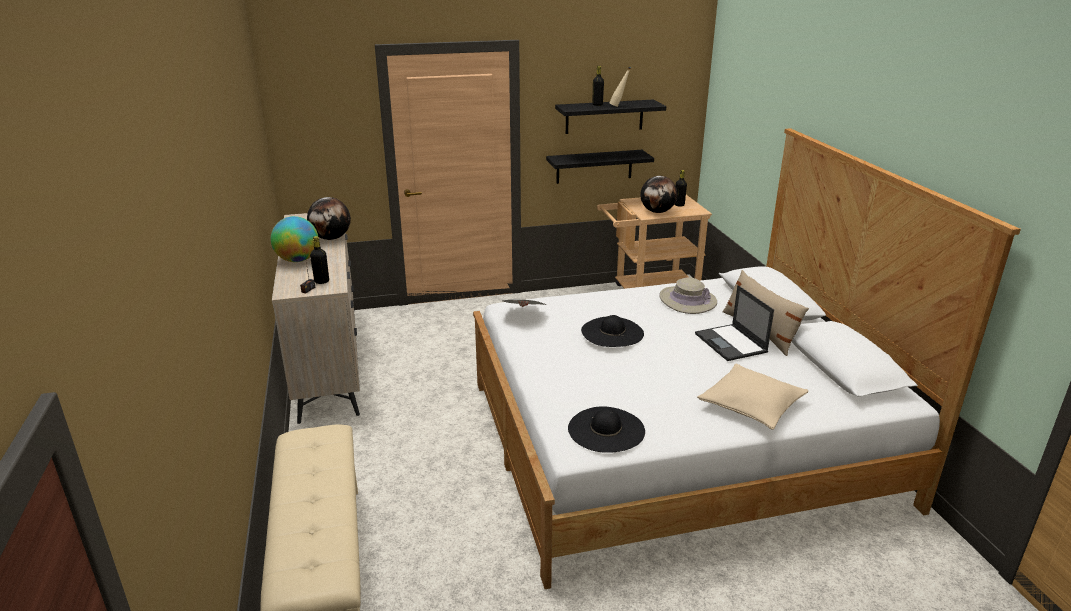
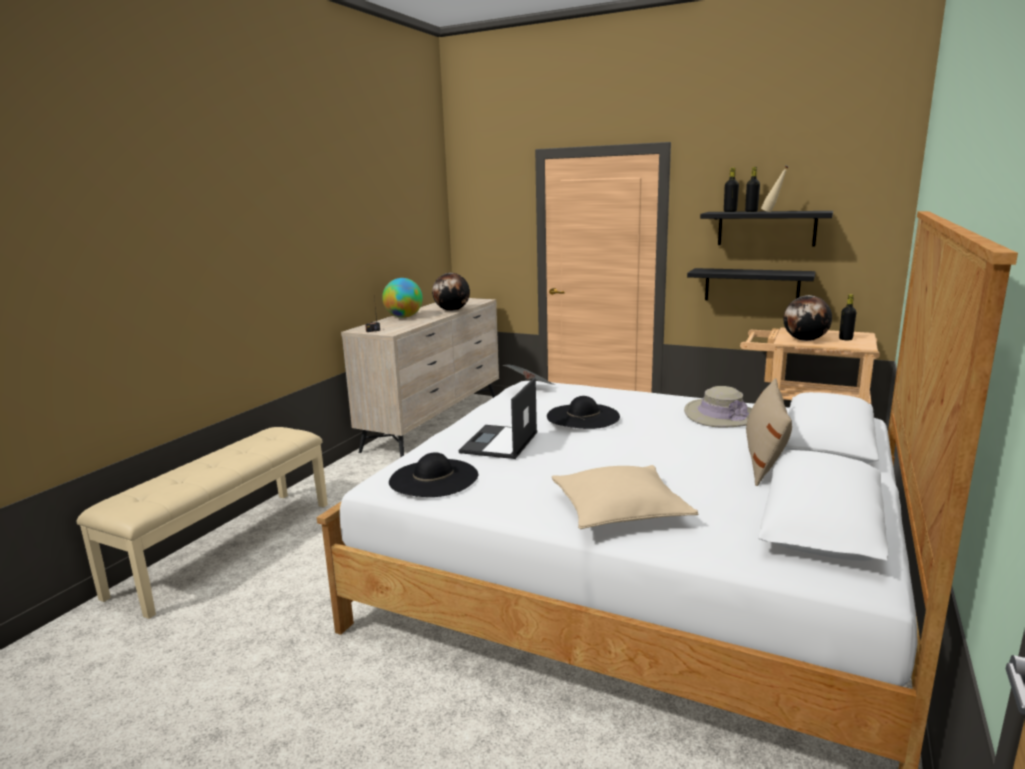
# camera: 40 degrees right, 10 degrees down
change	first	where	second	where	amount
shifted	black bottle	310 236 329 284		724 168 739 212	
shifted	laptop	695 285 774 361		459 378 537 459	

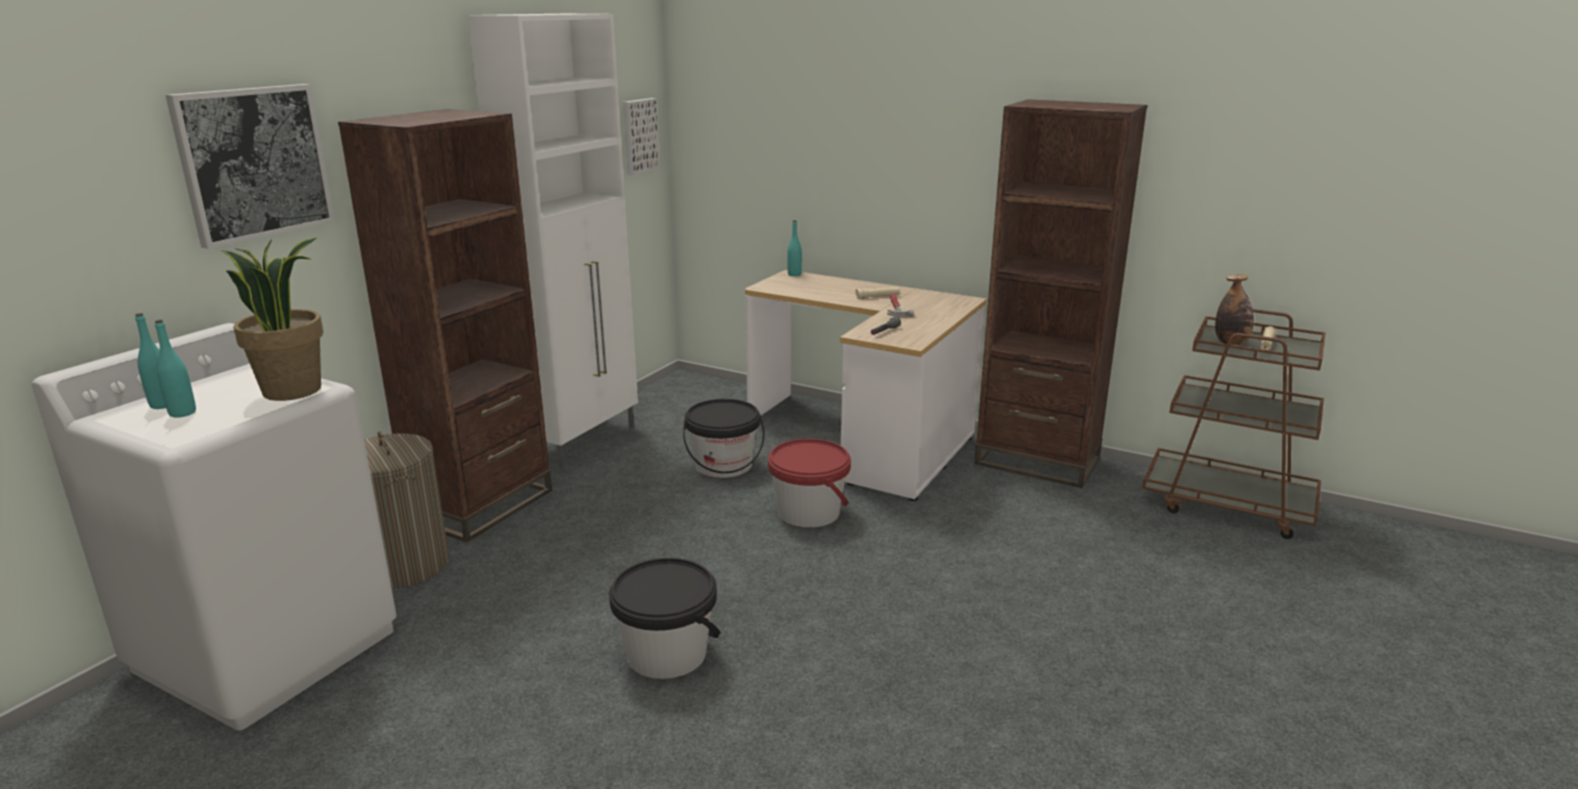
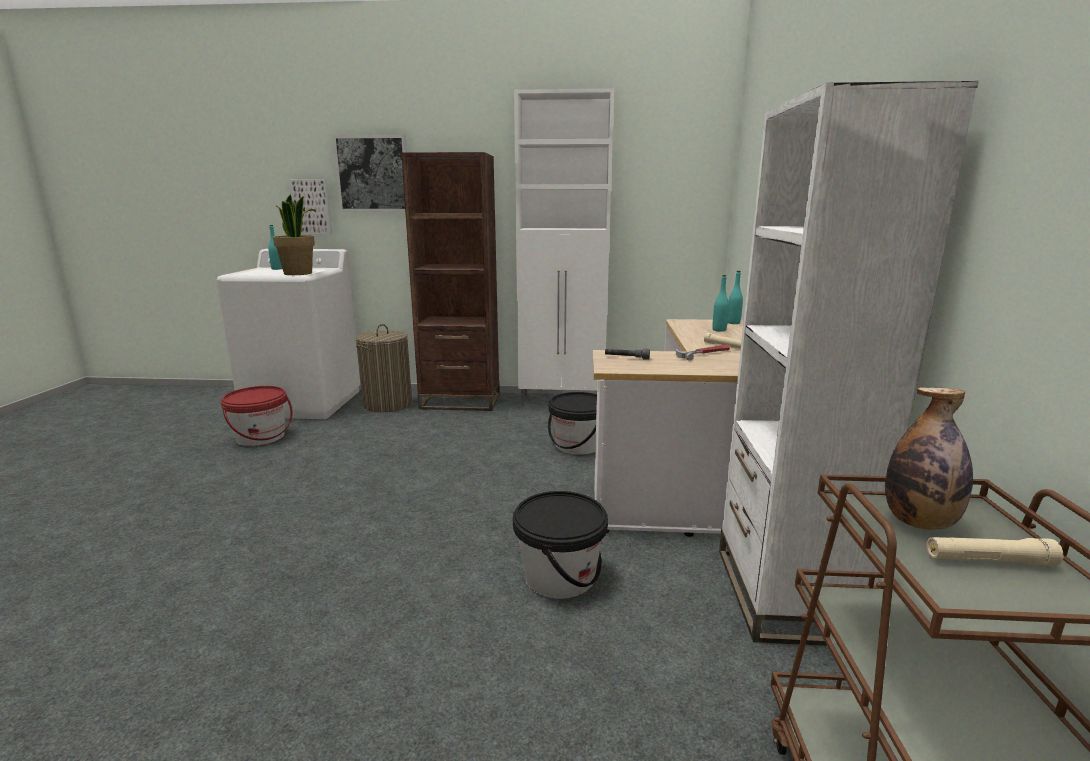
# camera: 65 degrees right, 5 degrees down
change	first	where	second	where	amount
shifted	turquoise bottle	155 320 196 418		712 275 729 332	
shifted	black bucket	609 558 721 679		513 491 608 599	
shifted	picture	623 98 660 175		290 179 332 234	
shifted	red bucket	768 439 851 528		221 386 293 446	
repainted	brown bookcase	974 99 1147 488	white bookcase	719 81 979 646	

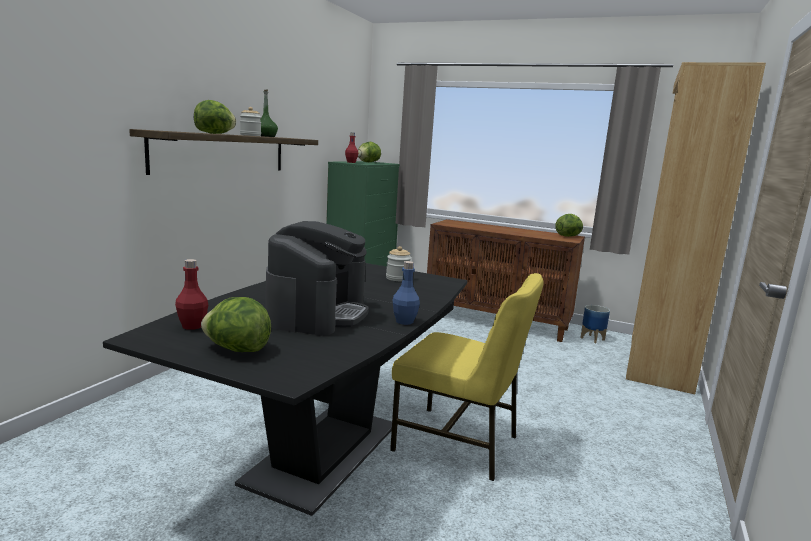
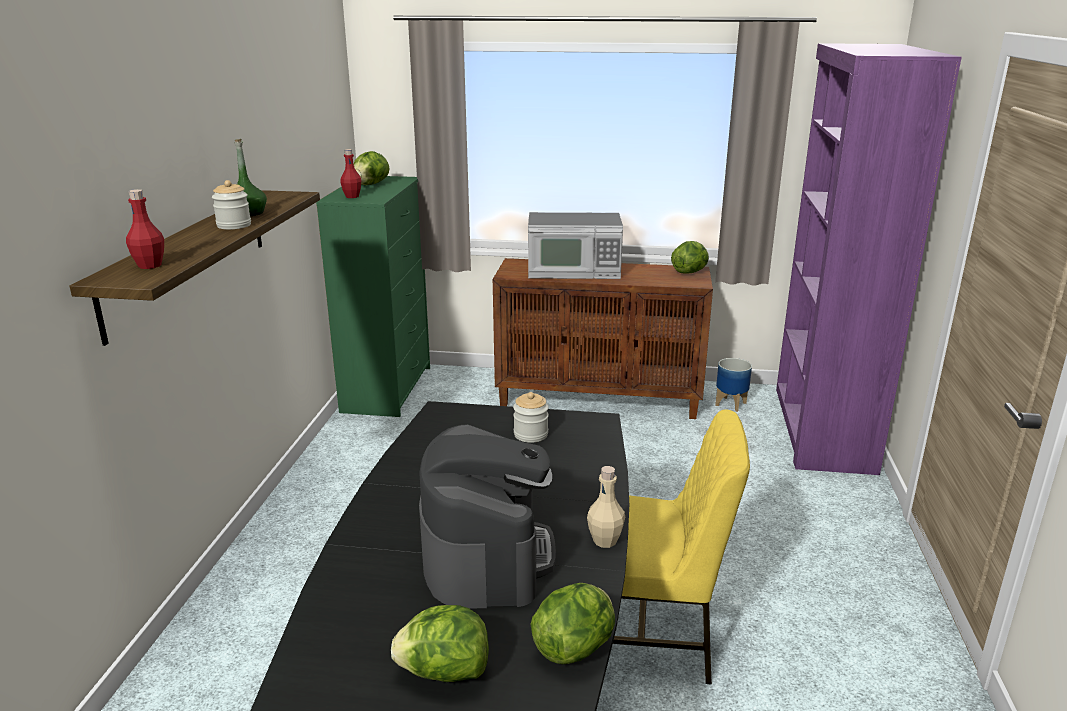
# camera: 15 degrees left, 10 degrees up
change	first	where	second	where	amount
shifted	red bottle	175 259 208 330		126 189 164 269	
shifted	lettuce	194 100 236 134		530 583 615 664	
repainted	blue bottle	393 261 420 325	beige bottle	587 466 625 548	
repainted	brown bookcase	626 62 766 394	purple bookcase	776 43 962 475	
new			microwave	528 212 623 279	

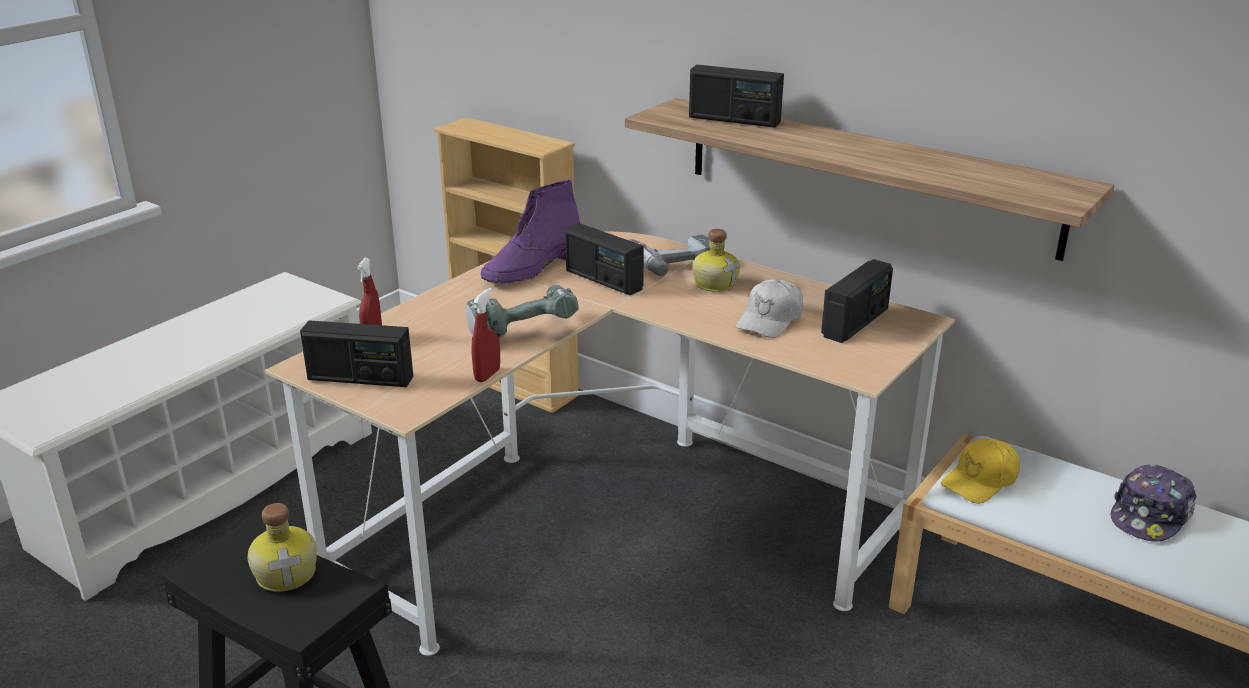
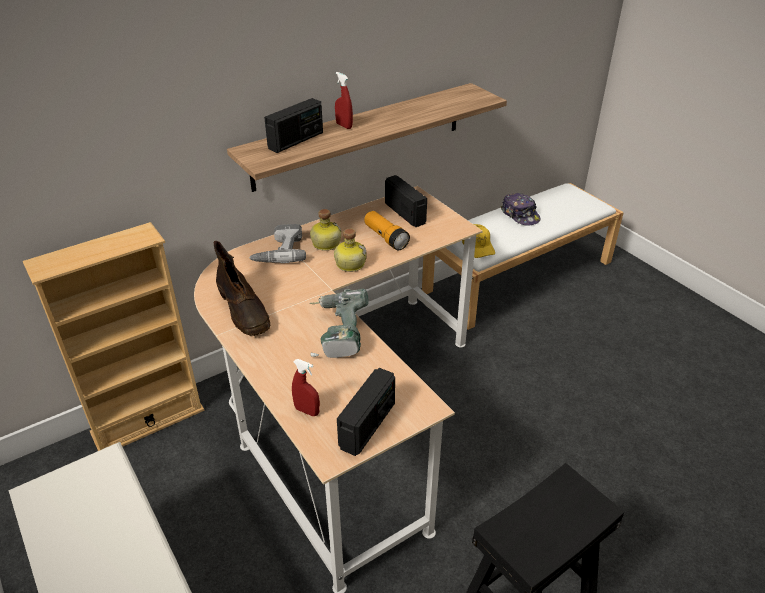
# camera: 70 degrees left, 10 degrees up
change	first	where	second	where	amount
shifted	bottle	247 503 317 592		334 229 367 272	
shifted	red spray bottle	471 288 500 382		335 72 353 129	
repainted	purple boot	480 180 580 284	brown boot	214 241 270 336	
gone	radio	565 223 644 295			
swapped	white cap	736 279 803 338	flashlight	364 211 410 250	

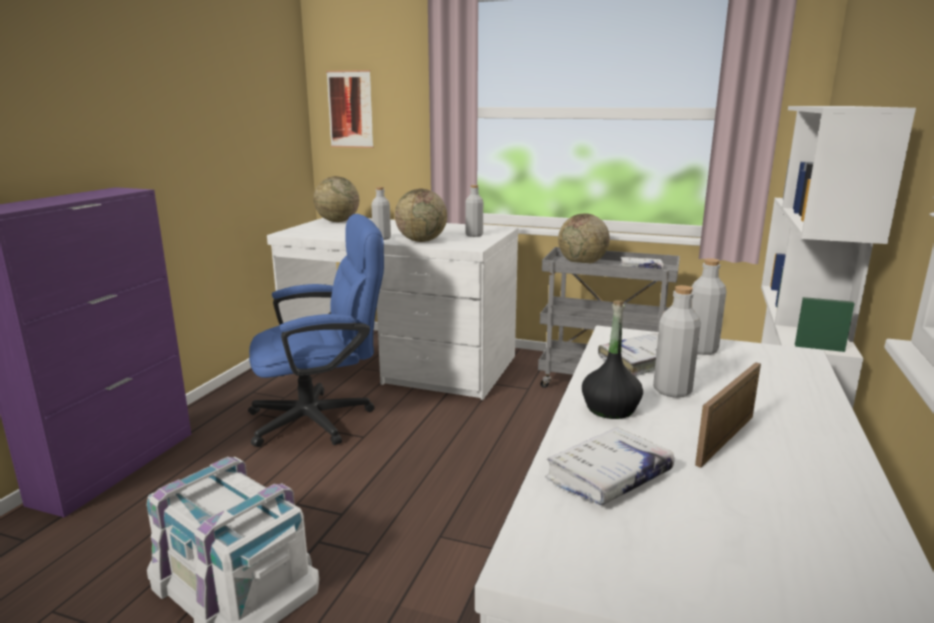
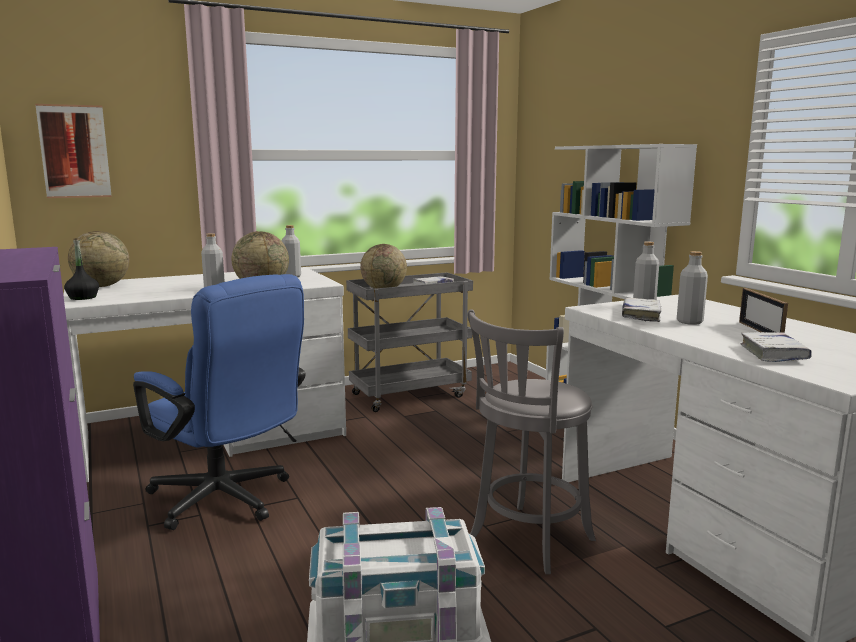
# camera: 45 degrees left, 5 degrees down
change	first	where	second	where	amount
rotated	blue office chair	248 214 384 447		133 274 306 530	105 degrees clockwise
shifted	black bottle	582 300 643 419		64 238 99 300	
new			grey stool	468 309 596 575	

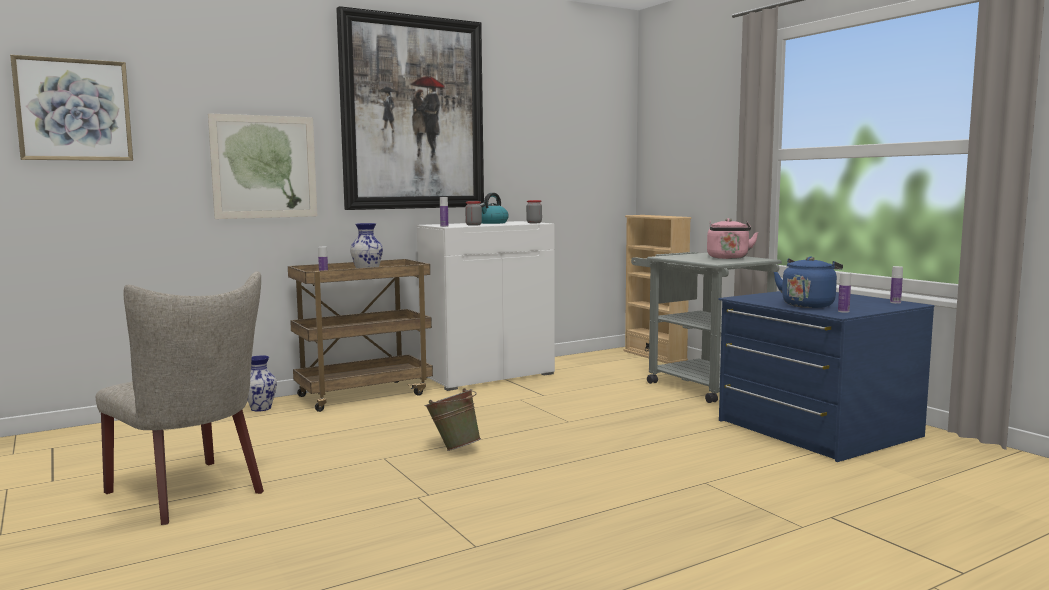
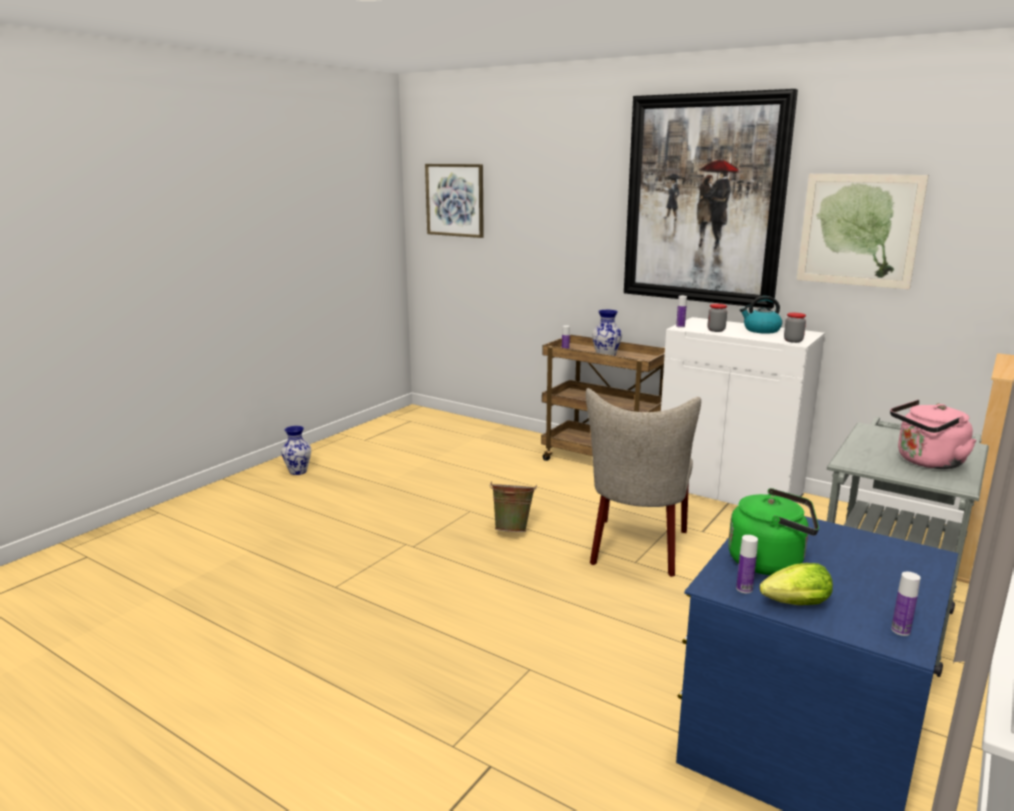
# camera: 65 degrees right, 10 degrees up
change	first	where	second	where	amount
shifted	beige chair	96 271 264 525		586 388 701 577	
shifted	picture	208 113 317 219		797 174 929 289	
shifted	vase	247 355 277 412		281 426 311 475	
repainted	blue kettle	774 257 843 308	green kettle	728 488 819 575	
new			lettuce	760 563 833 605	

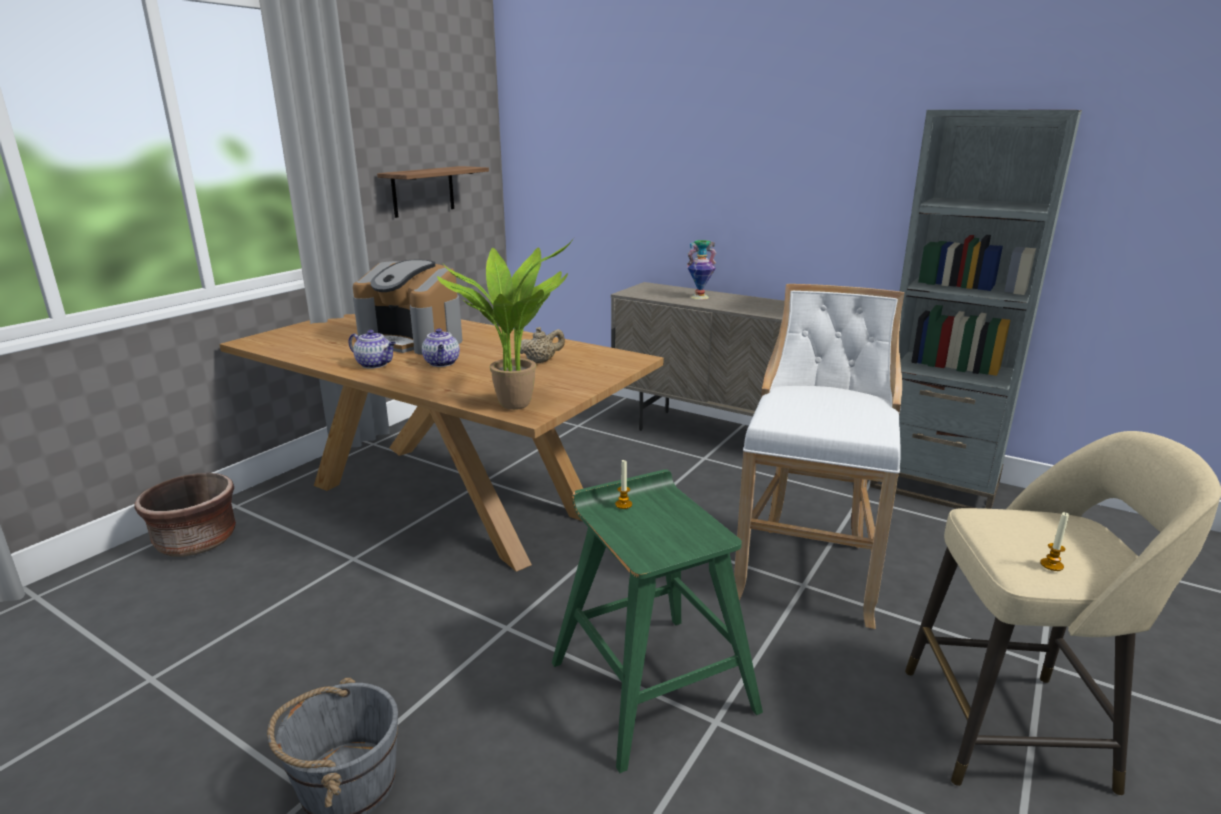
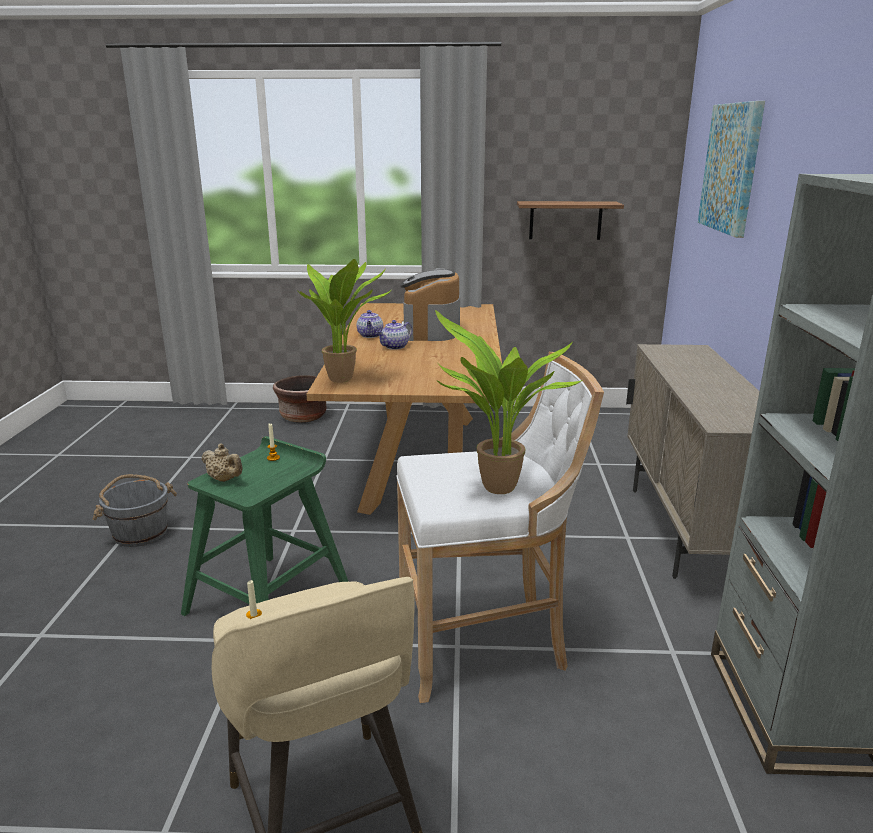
# camera: 60 degrees right, 0 degrees up
change	first	where	second	where	amount
shifted	beige teapot	520 327 565 363		201 443 243 482	
gone	vase	687 240 716 300			
new			potted plant	435 310 584 494	
new			picture	698 101 765 238	

